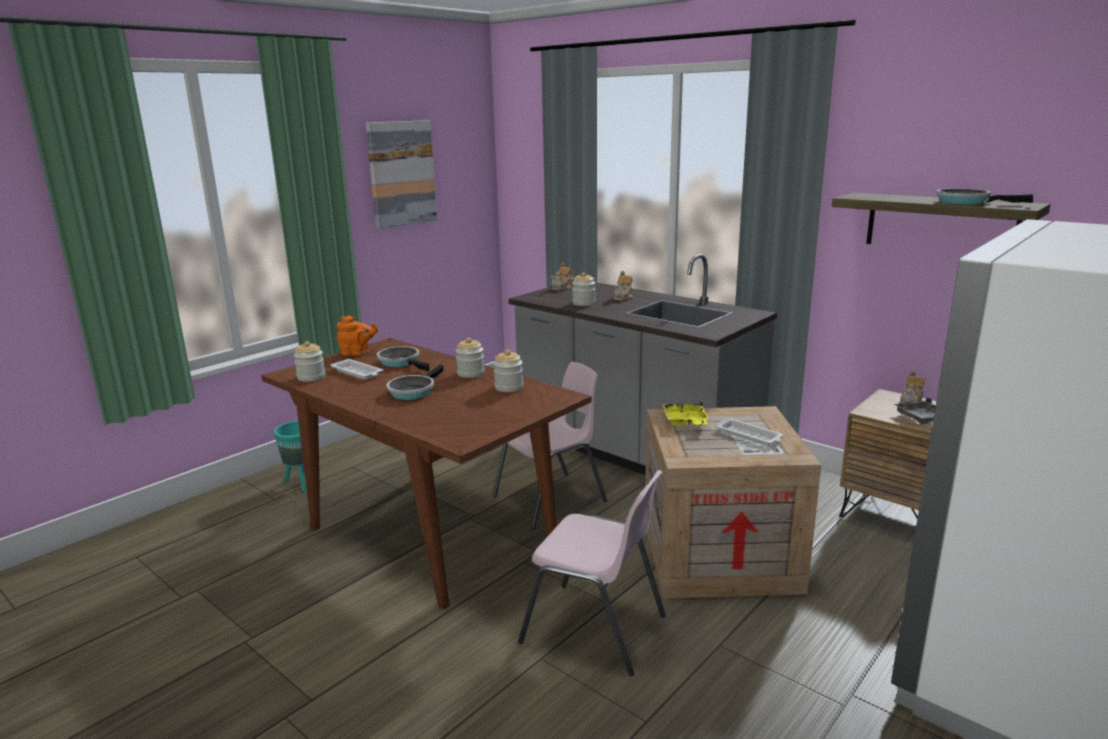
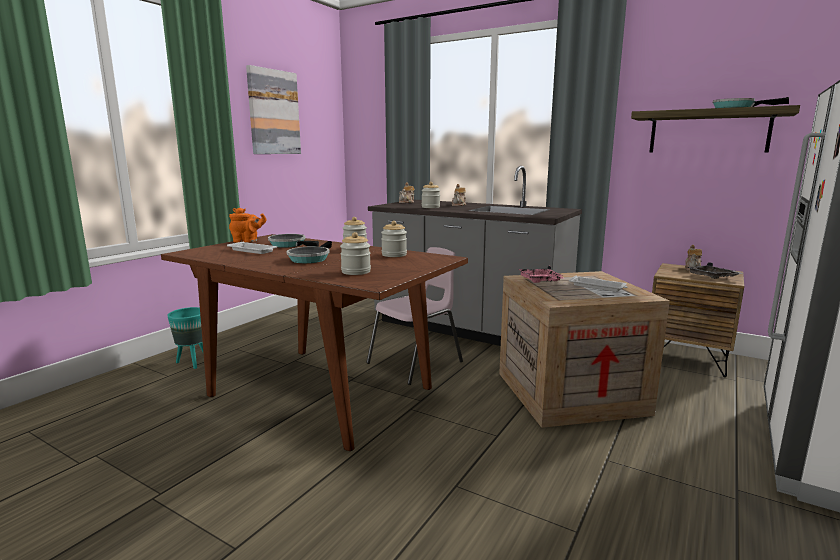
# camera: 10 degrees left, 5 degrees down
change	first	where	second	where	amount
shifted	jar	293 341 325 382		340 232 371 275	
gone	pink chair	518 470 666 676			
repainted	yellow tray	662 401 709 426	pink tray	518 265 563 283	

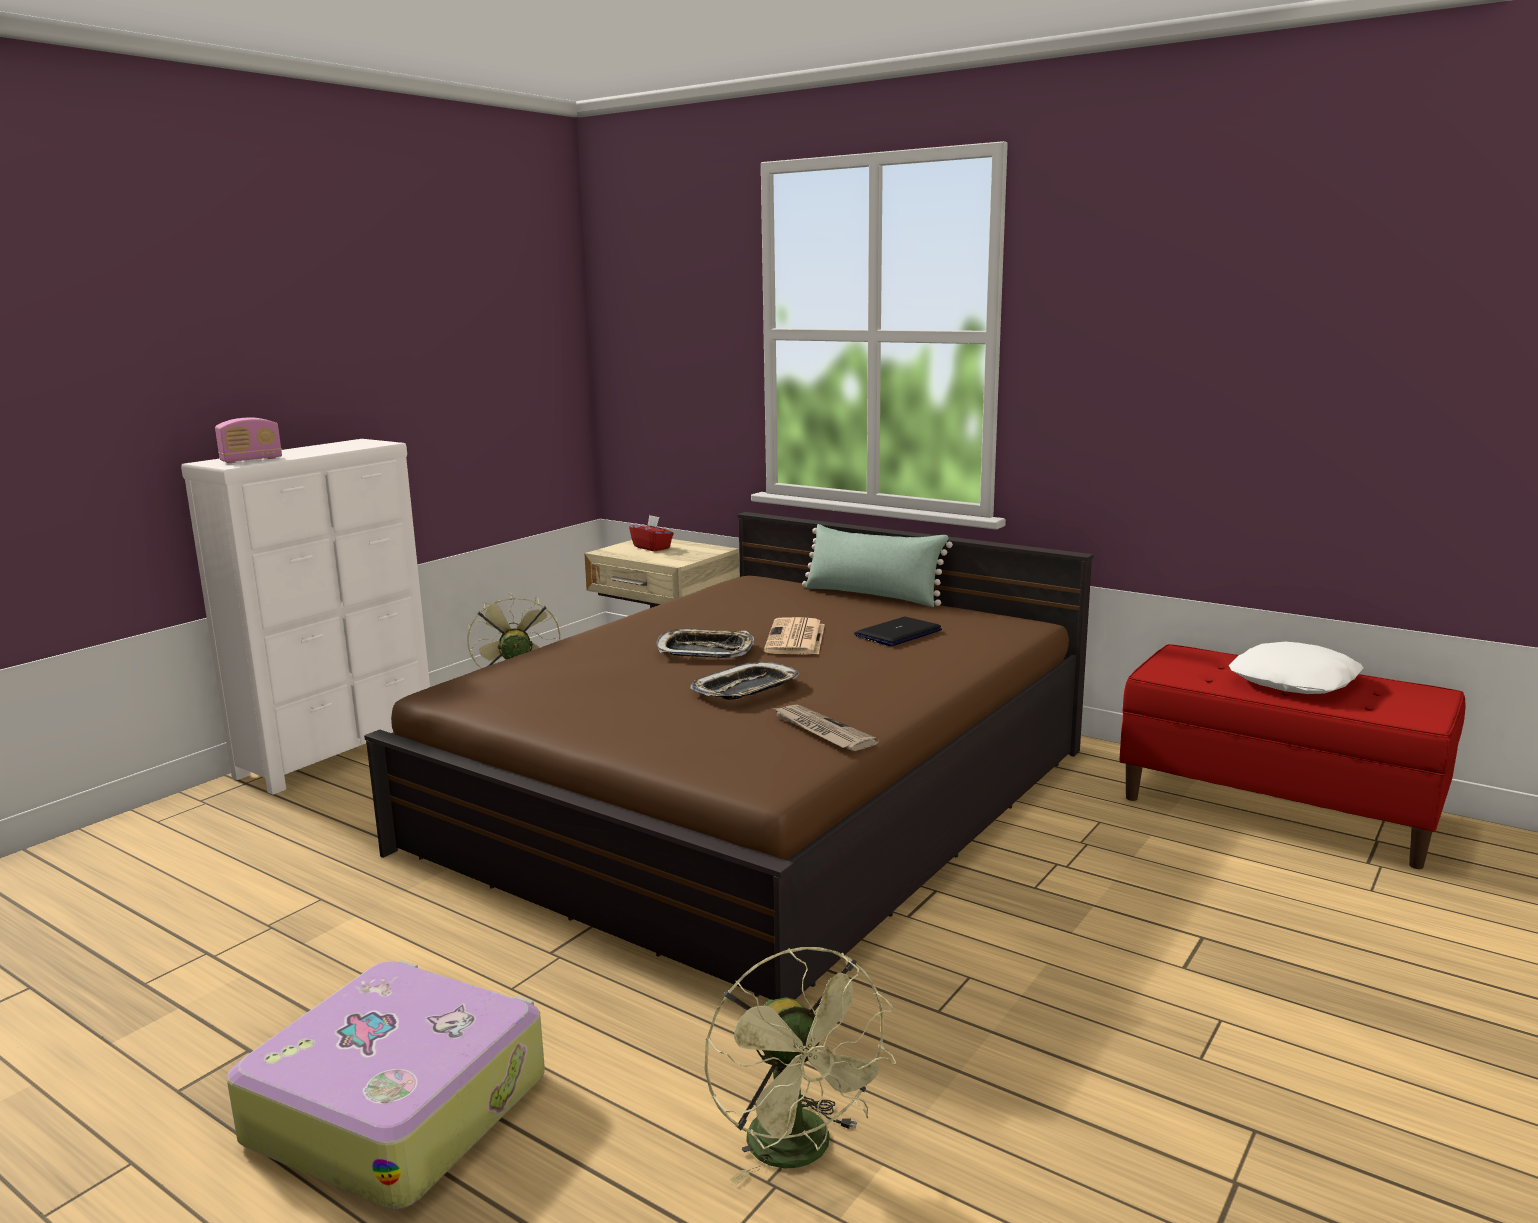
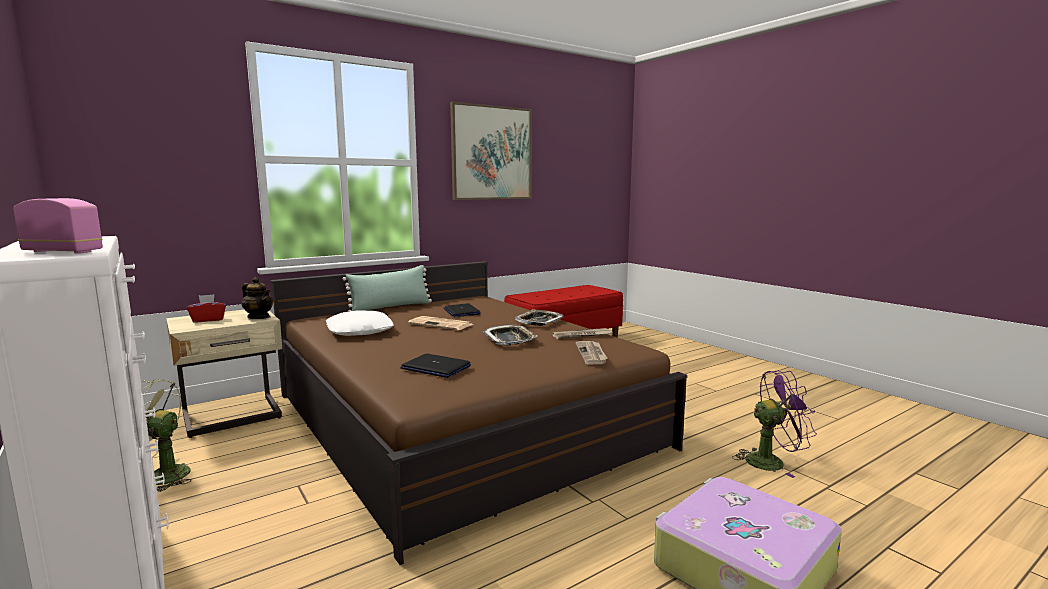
# camera: 70 degrees left, 5 degrees down
change	first	where	second	where	amount
rotated	radio	215 417 282 463		13 198 103 253	60 degrees counterclockwise
shifted	tray	656 629 754 658		515 310 564 326	
repainted	green fan	704 947 896 1185	purple fan	732 371 817 478	
shifted	white pillow	1229 642 1364 694		326 311 394 336	
new			teapot	242 277 273 319	
new			laptop	401 353 471 378	
new			picture	450 101 532 200	
new			newspaper	576 341 608 365	

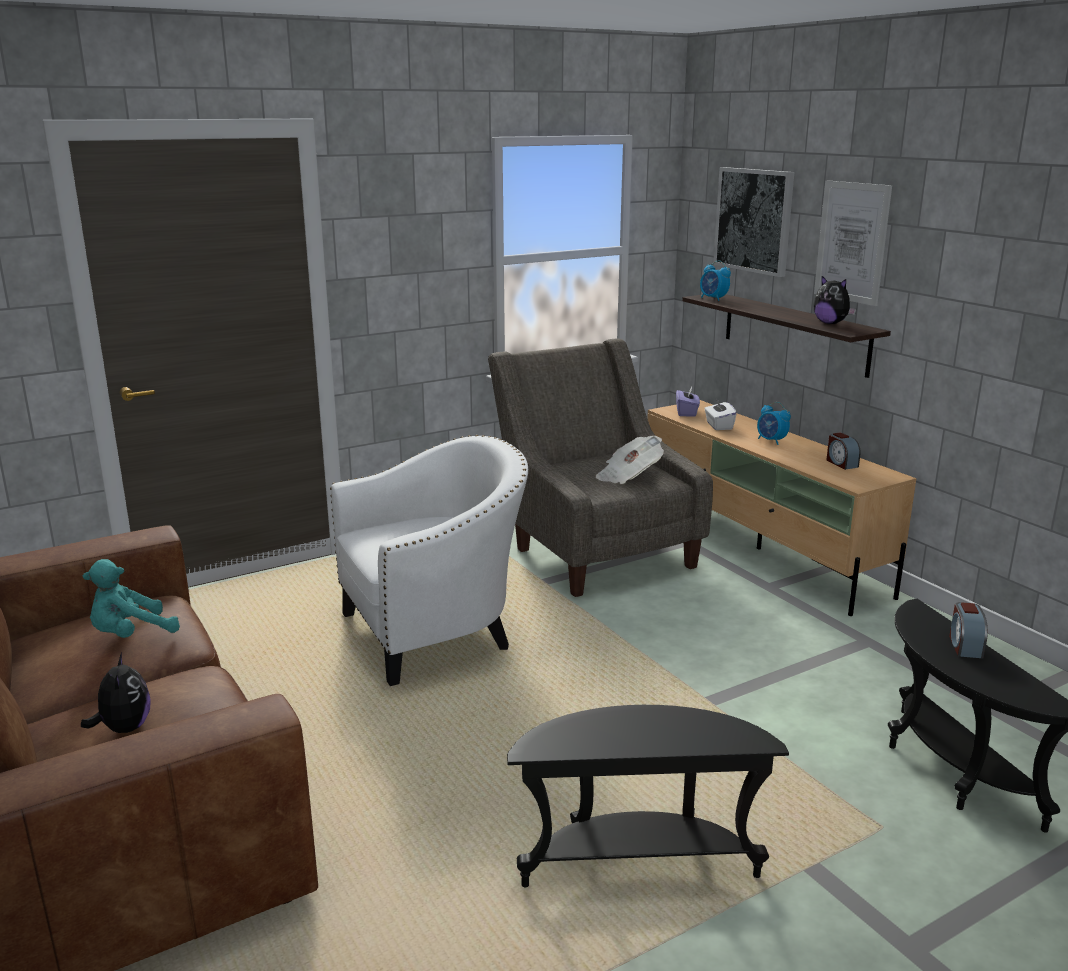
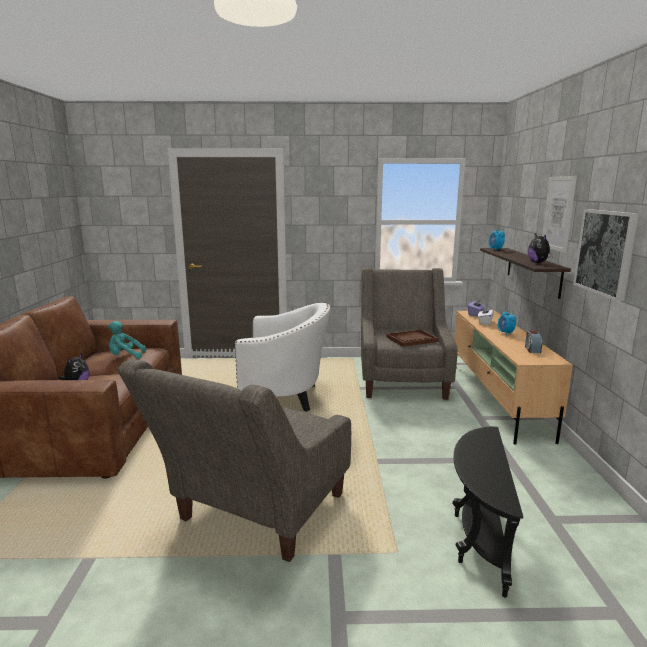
# camera: 30 degrees right, 5 degrees down
change	first	where	second	where	amount
swapped	black side table	507 705 789 887	grey armchair	118 359 351 562	
swapped	newspaper	596 436 664 484	brown tray	386 329 439 347	
shifted	picture	713 167 794 277		573 209 639 301	
gone	alarm clock	949 602 988 658			

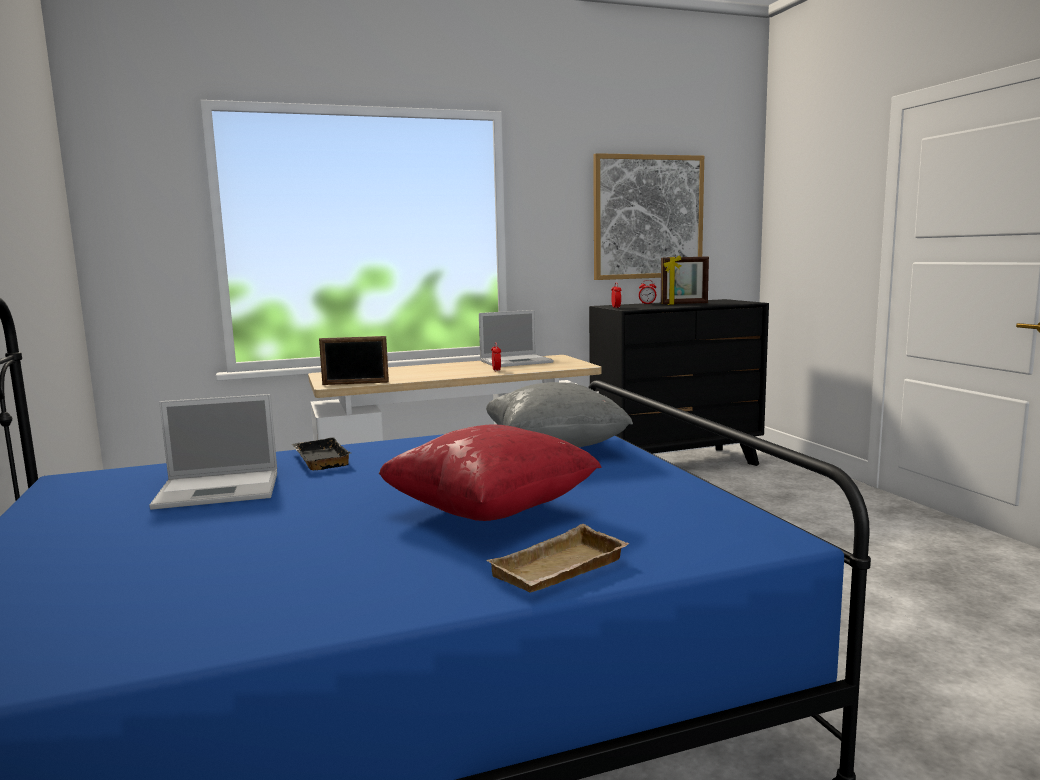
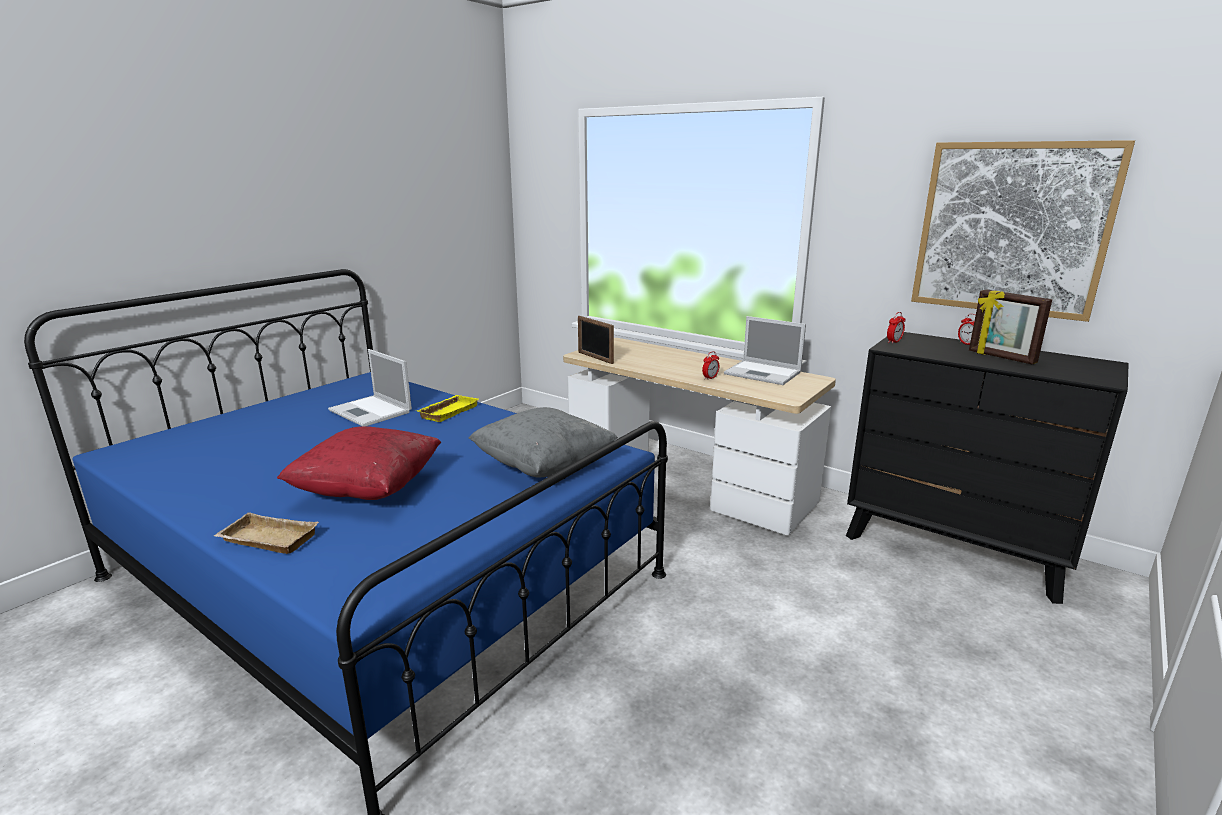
# camera: 55 degrees right, 10 degrees up
change	first	where	second	where	amount
repainted	black tray	292 437 351 470	yellow tray	417 395 478 422	

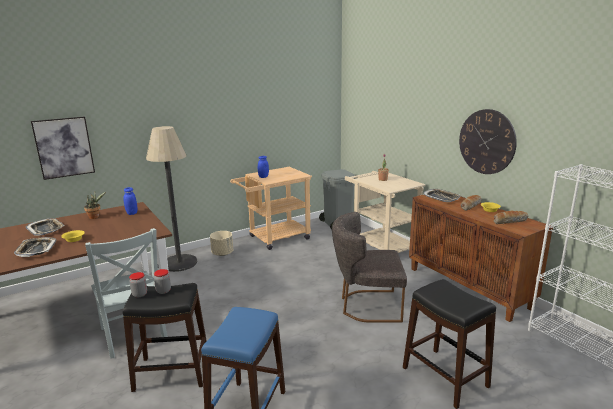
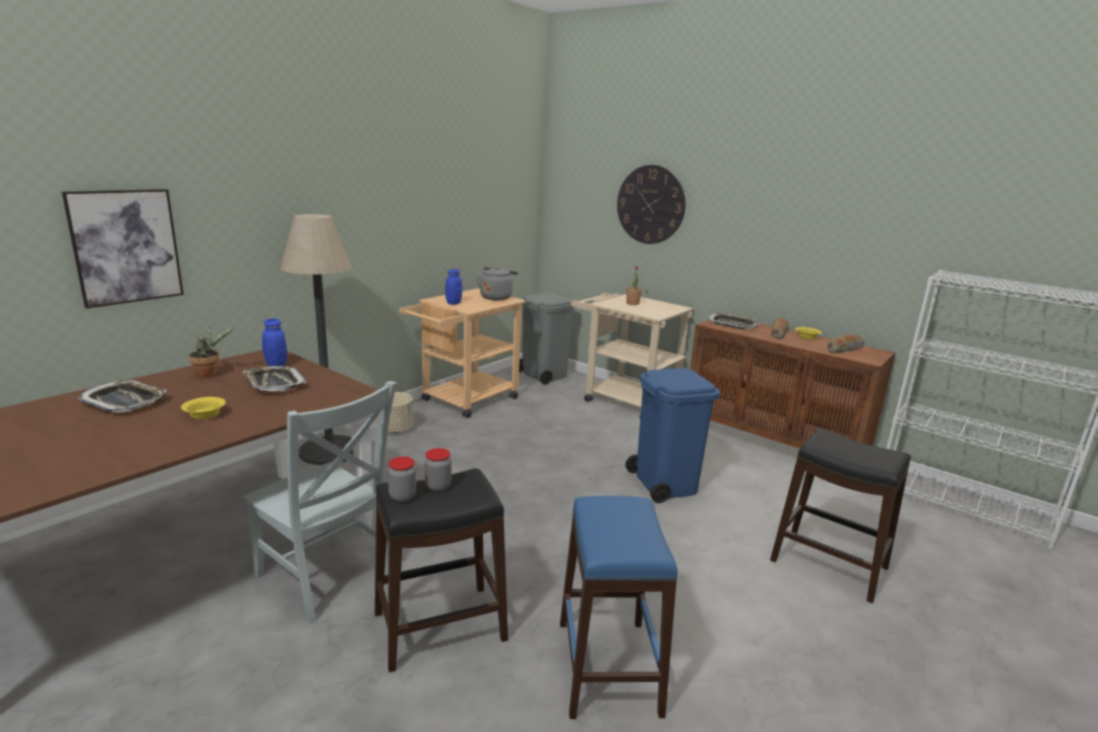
# camera: 20 degrees left, 0 degrees up
change	first	where	second	where	amount
shifted	tray	14 237 57 257		243 366 307 391	
swapped	grey chair	332 212 407 322	blue trash can	625 368 720 503	
shifted	wall clock	459 109 517 174		617 165 685 244	
new			grey kettle	476 267 518 300	

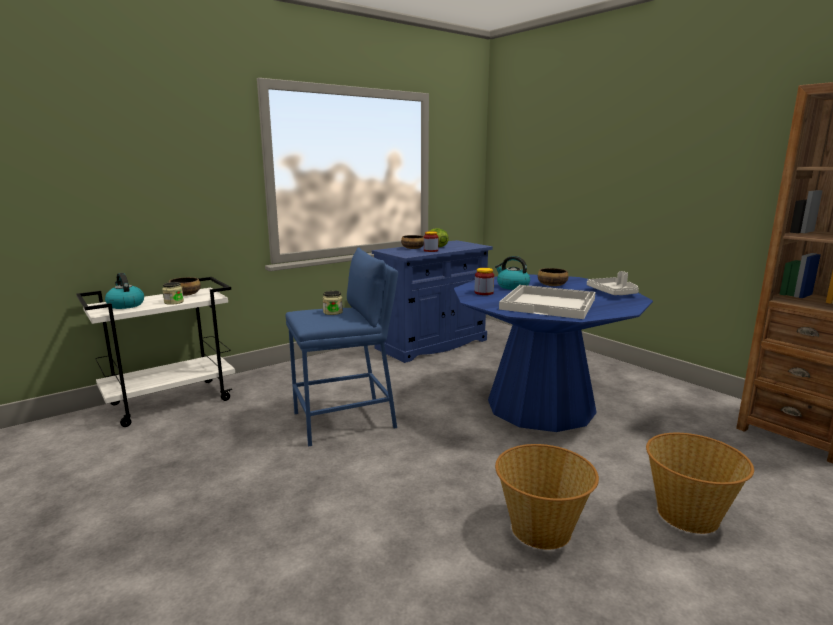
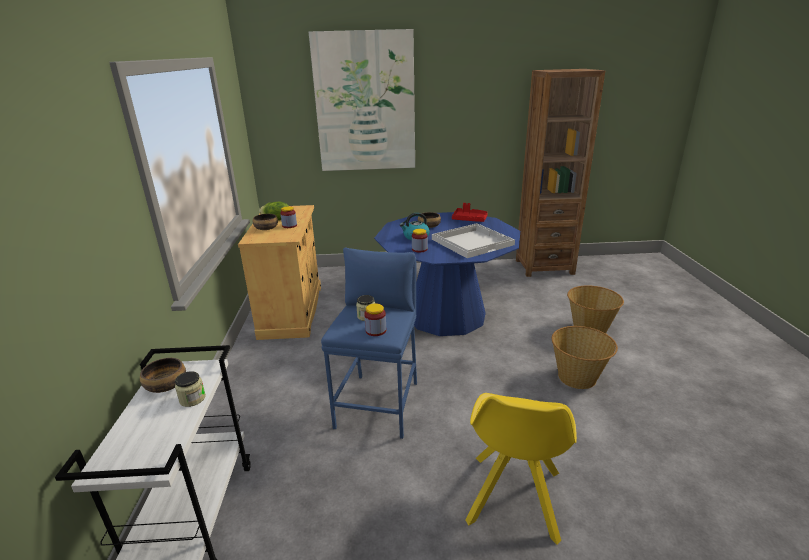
# camera: 55 degrees left, 10 degrees up
change	first	where	second	where	amount
gone	kettle	105 273 144 309			
repainted	blue cabinet	372 240 493 363	beige cabinet	238 205 321 340	
repainted	grey tray	587 271 639 295	red tray	452 203 488 222	
new			picture	309 29 415 171	
new			jar	364 304 386 336	
new			yellow chair	465 393 577 544	

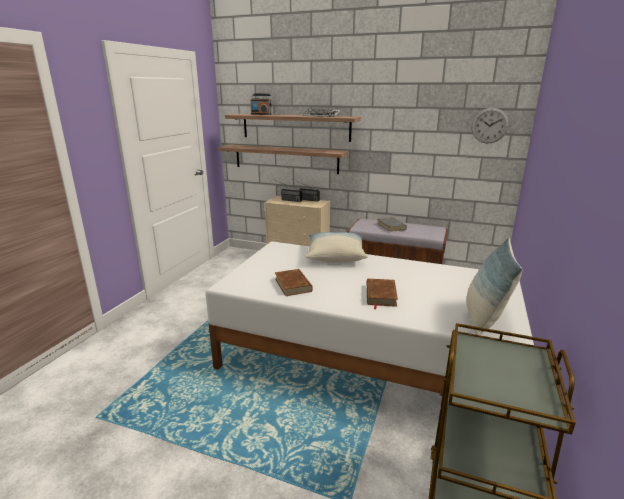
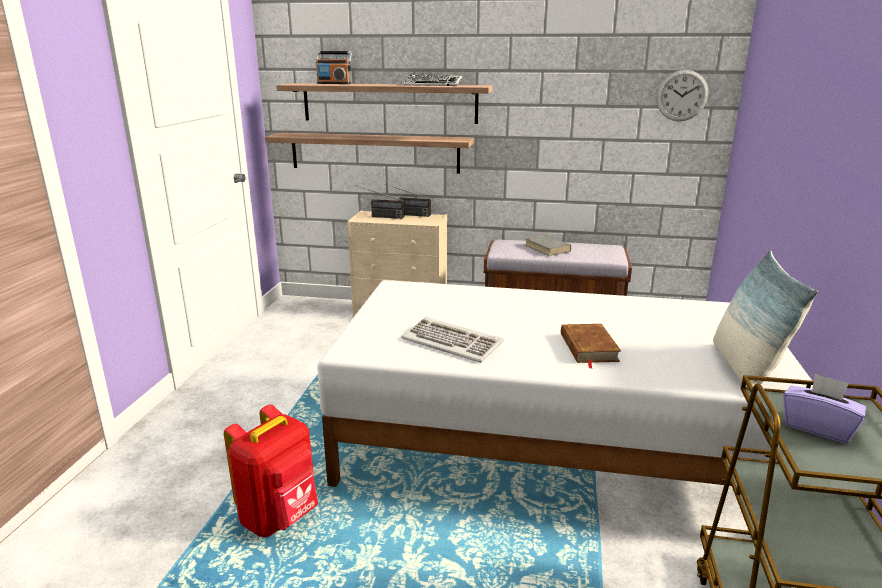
# camera: 10 degrees left, 0 degrees up
change	first	where	second	where	amount
swapped	brown book	275 269 313 296	keyboard	401 317 504 363	
gone	pillow	305 232 368 263			
new			red backpack	224 404 318 537	
new			purple tissue box	783 374 866 444	

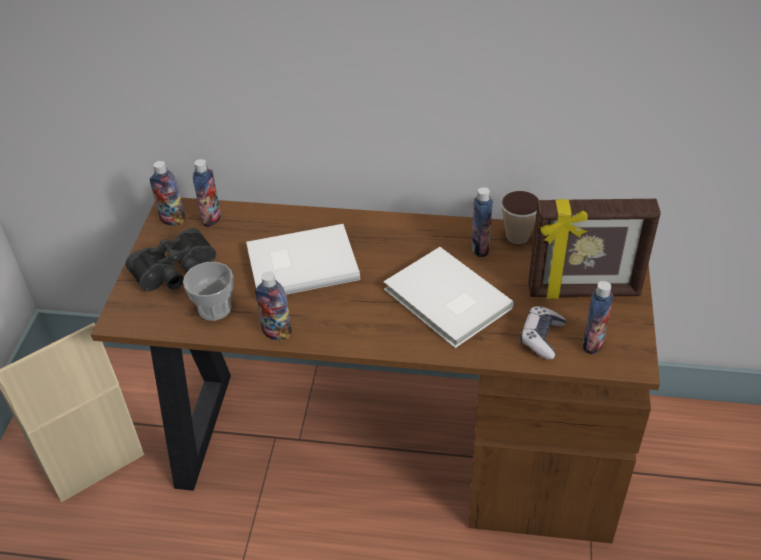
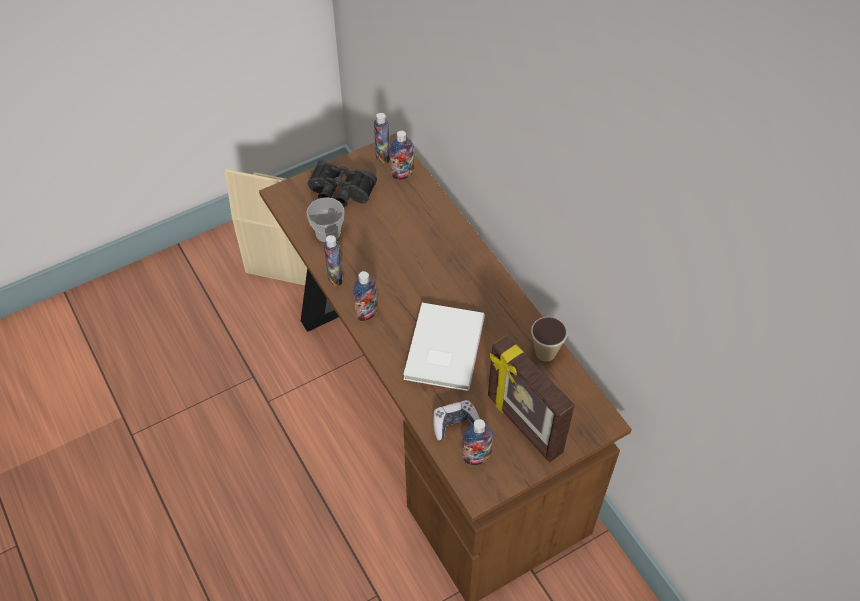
# camera: 50 degrees right, 10 degrees up
change	first	where	second	where	amount
gone	white book	246 224 360 295			
shifted	bottle	471 187 493 257		354 271 378 321	

